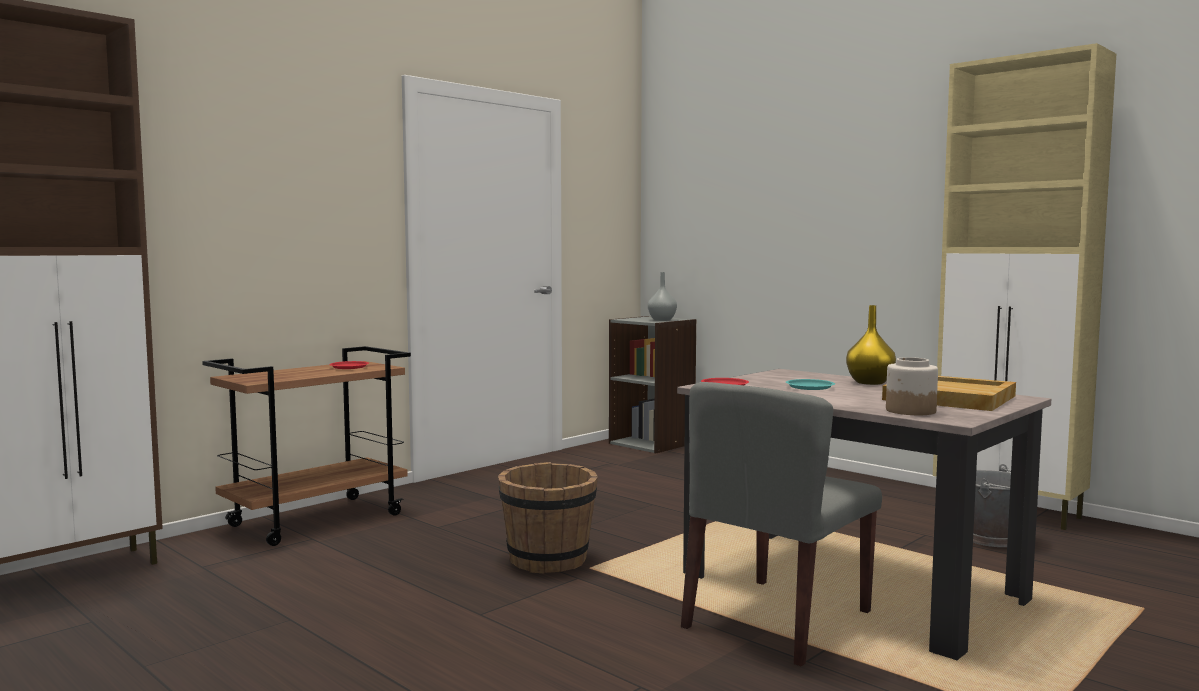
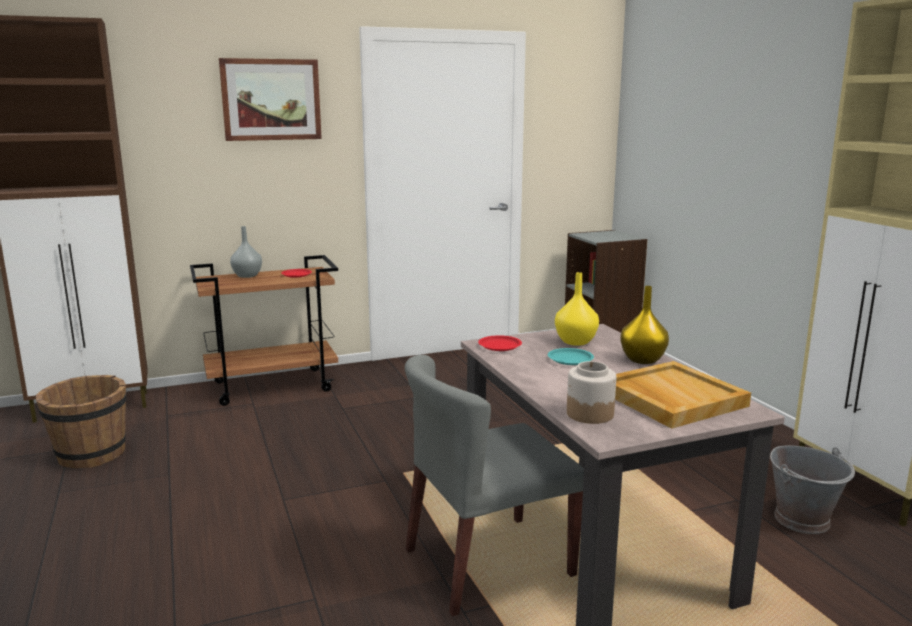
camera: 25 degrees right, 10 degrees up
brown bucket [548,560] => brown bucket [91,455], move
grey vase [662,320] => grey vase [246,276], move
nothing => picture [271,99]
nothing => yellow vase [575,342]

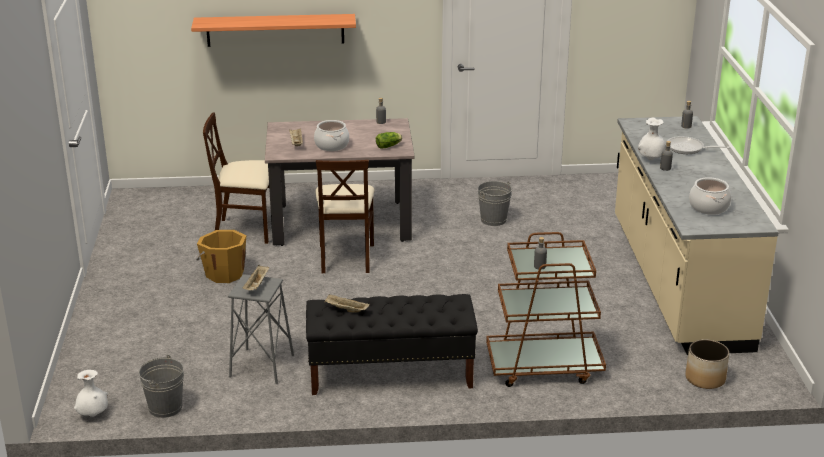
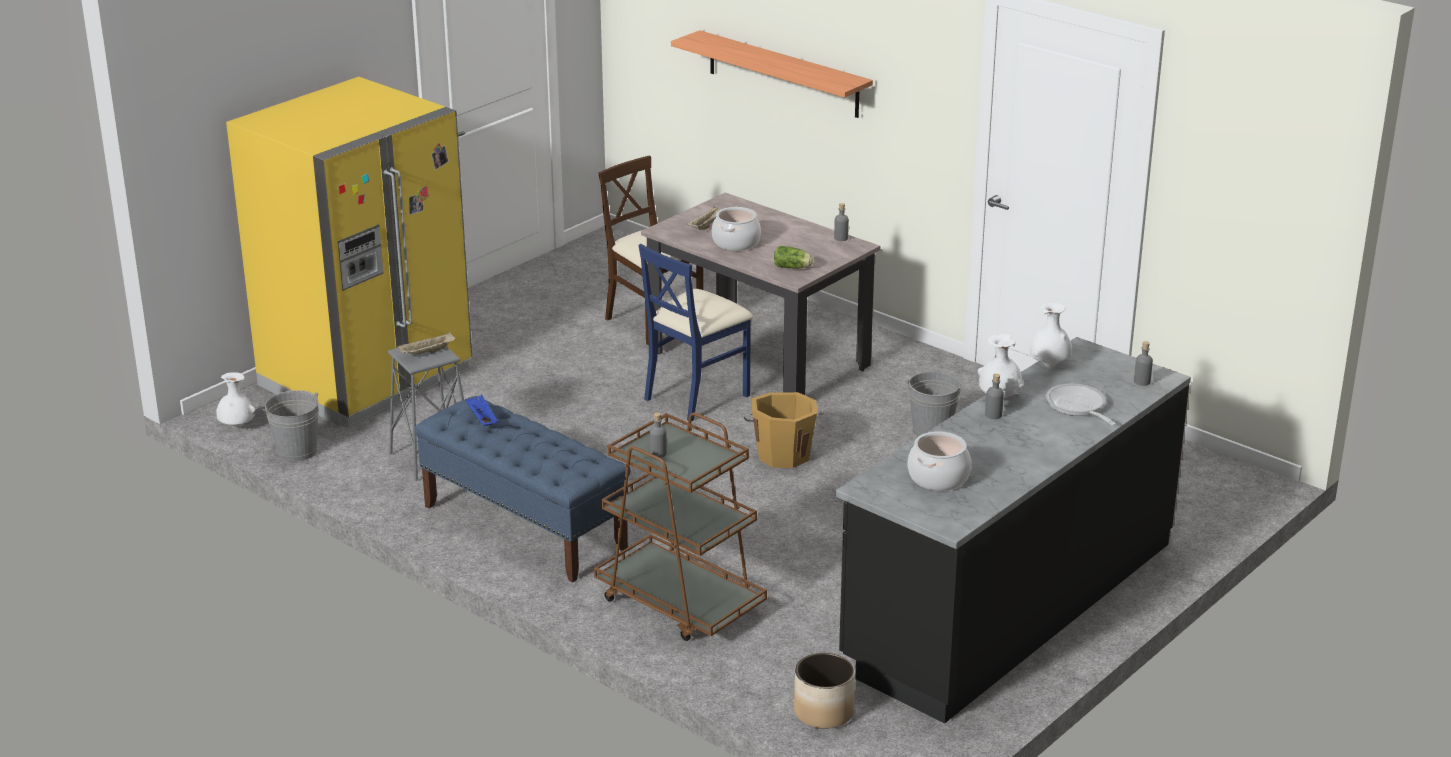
camera: 45 degrees right, 0 degrees up
orange bucket [224,273] => orange bucket [783,454], move
black bench [390,374] => blue bench [524,527]
beige chair [346,258] => blue chair [696,395]
beige tray [346,310] => blue tray [481,419]
beige counter [677,283] => black counter [1008,603]
nothing => yellow fridge [366,379]
nothing => white vase [1049,365]

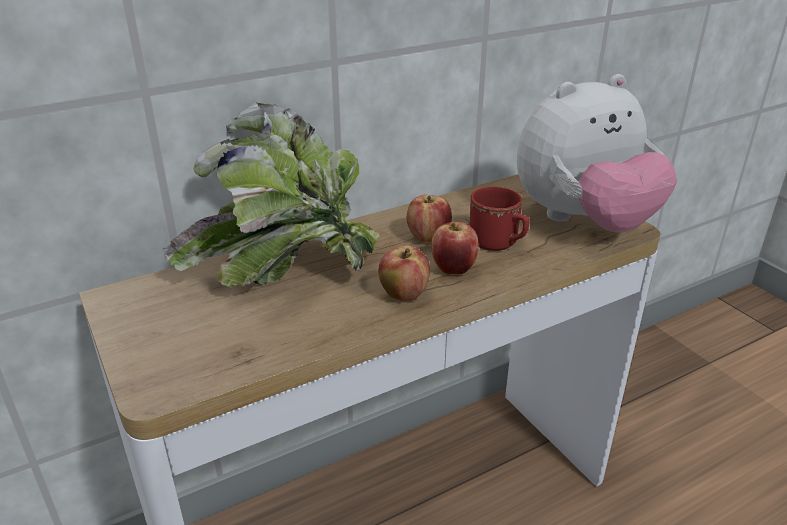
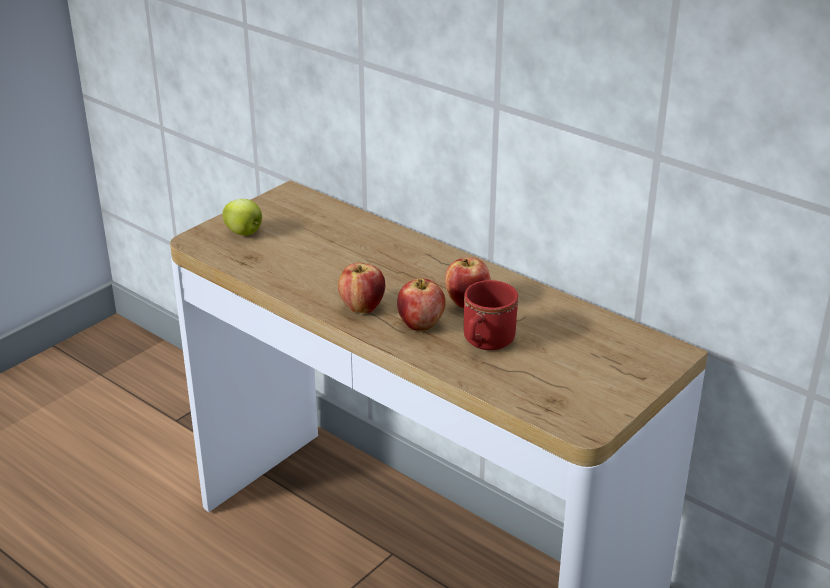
camera: 70 degrees right, 0 degrees up
potted plant [283,270] => nothing
plush toy [583,222] => nothing
nothing => apple [245,233]

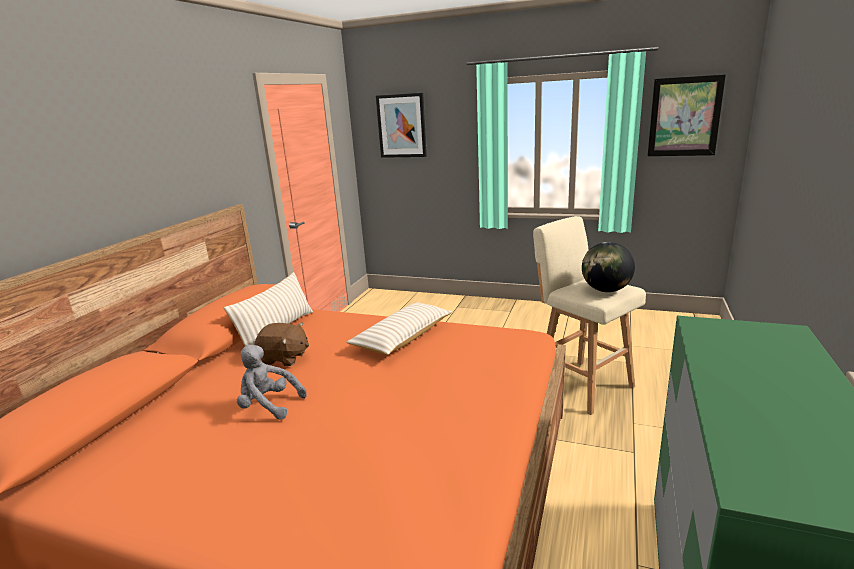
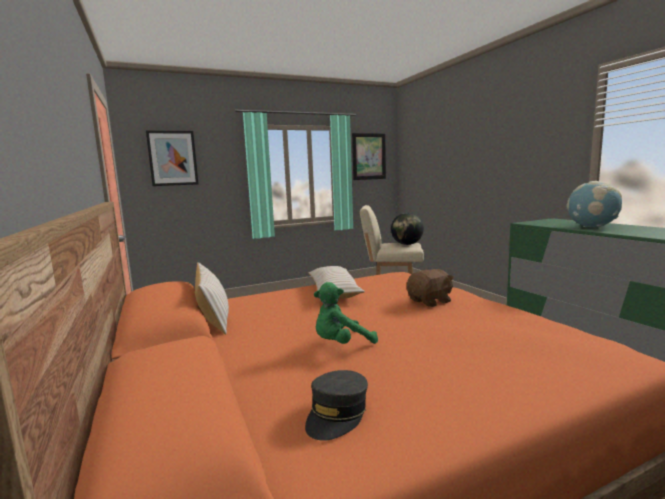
camera: 45 degrees left, 10 degrees down
grey plush toy [269,406] => green plush toy [341,344]
brown plush toy [284,358] => brown plush toy [430,301], move
nothing => grey cap [337,414]
nothing => globe [591,227]

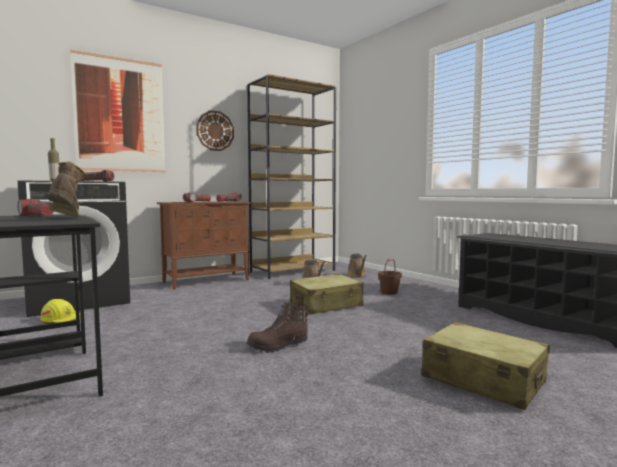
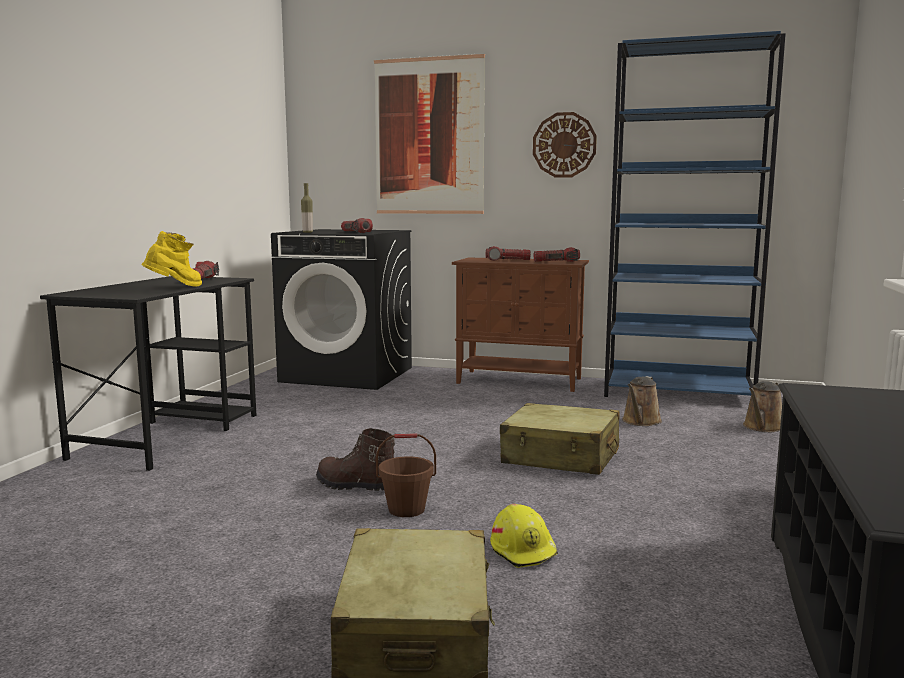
camera: 50 degrees right, 5 degrees up
yellow hard hat [61,320] => yellow hard hat [524,550], move
brown boot [66,218] => yellow boot [175,288]
brown bookcase [293,271] => blue bookcase [678,392]
brown bucket [389,292] => brown bucket [407,509], move

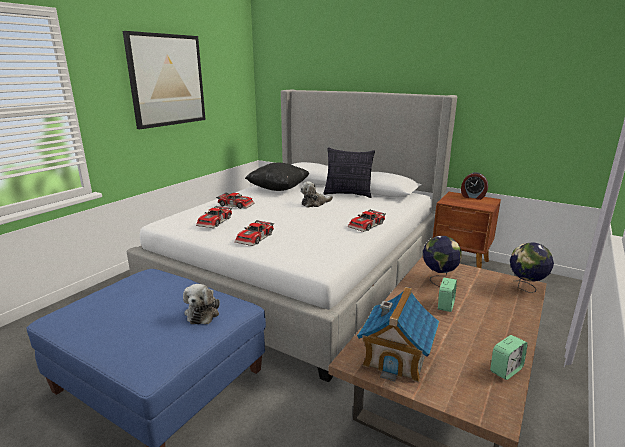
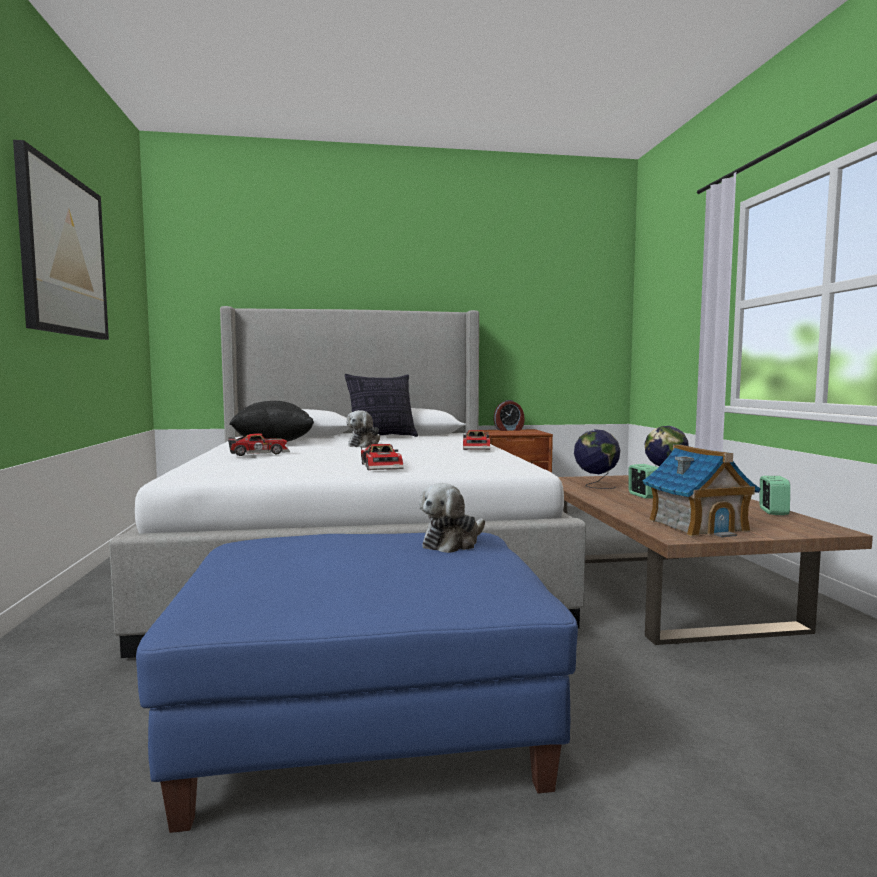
camera: 40 degrees left, 15 degrees down
plush toy [203,312] => plush toy [453,543], 75 degrees clockwise
toy car [216,222] => nothing

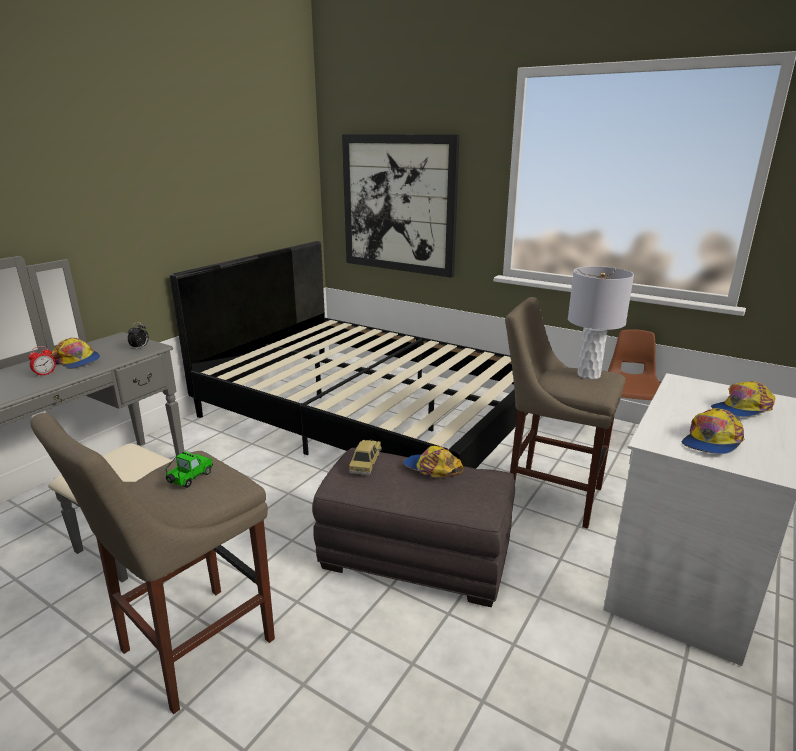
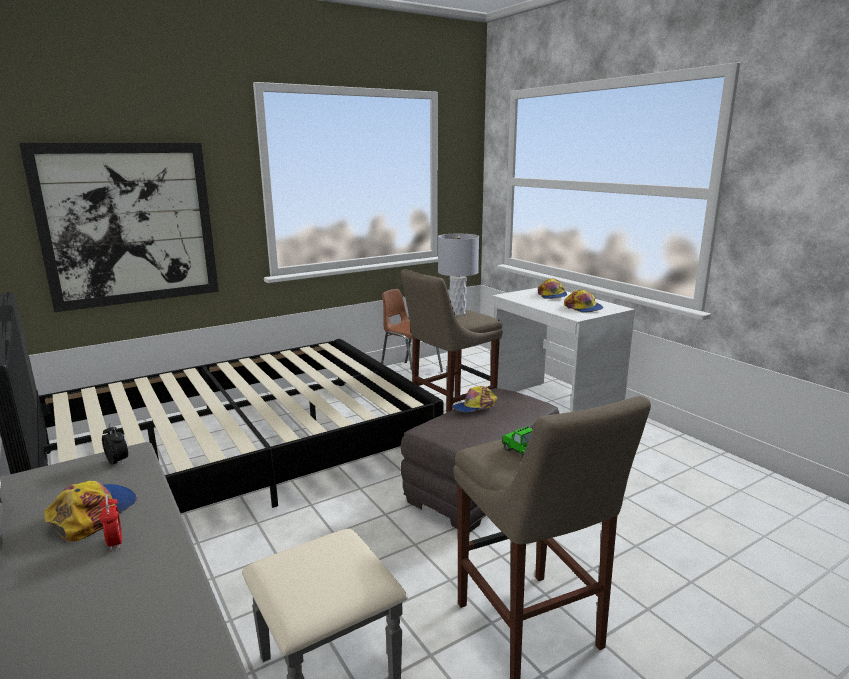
camera: 65 degrees left, 5 degrees down
cap [77,361] => cap [92,514], 45 degrees counterclockwise
toy car [365,463] => nothing

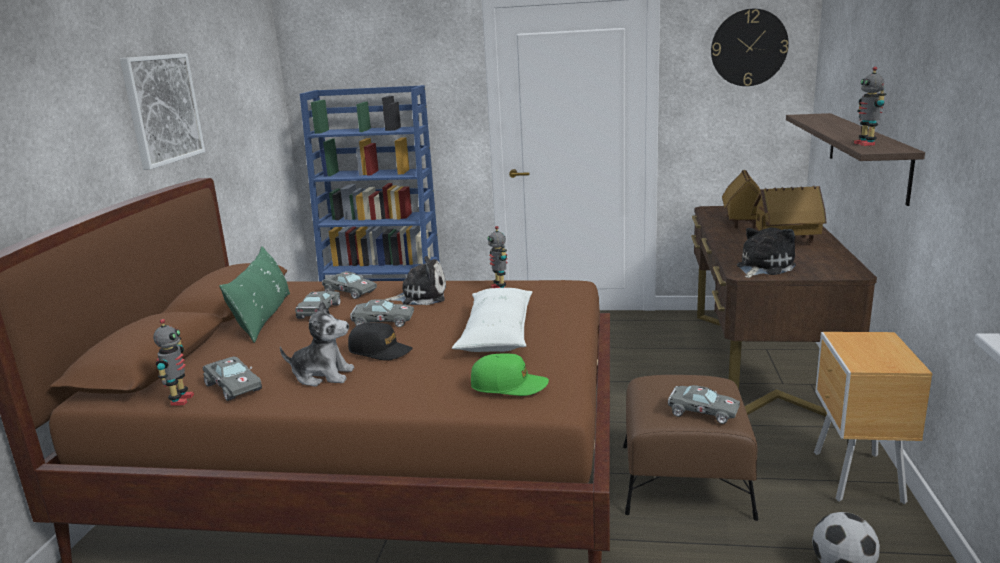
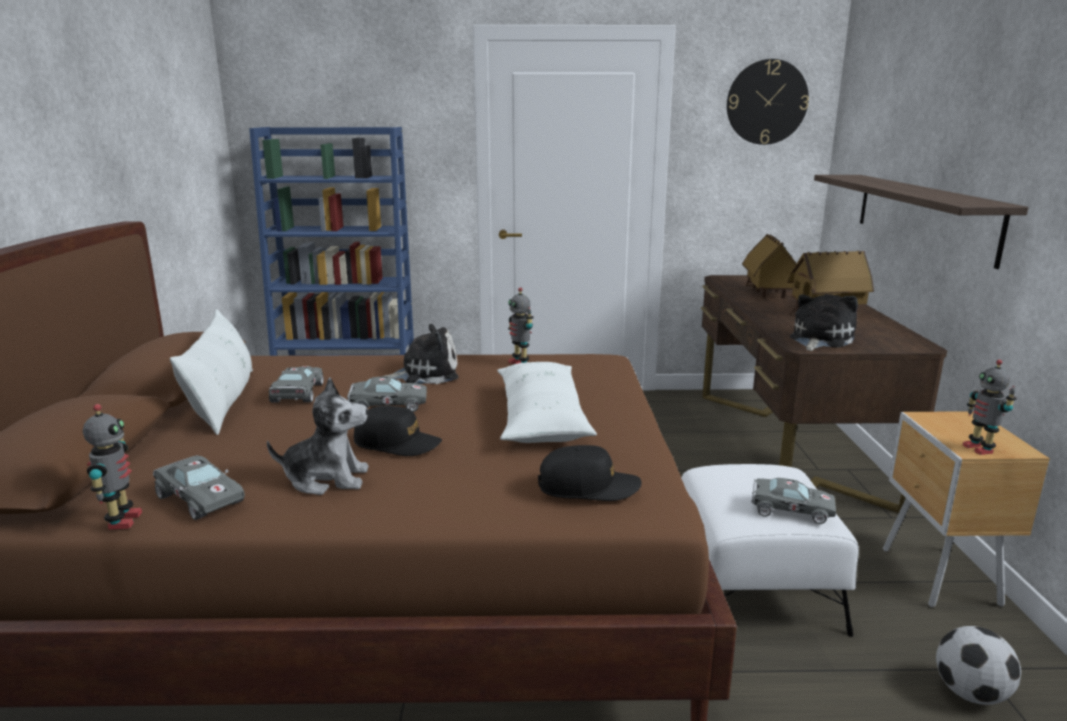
camera: 10 degrees left, 0 degrees up
picture [162,109] => nothing
green pillow [264,317] => white pillow [224,401]
grey toy car [349,292] => nothing
green cap [508,385] => black cap [588,487]
brown ottoman [685,479] => white ottoman [753,588]
toy robot [866,144] => toy robot [979,449], move

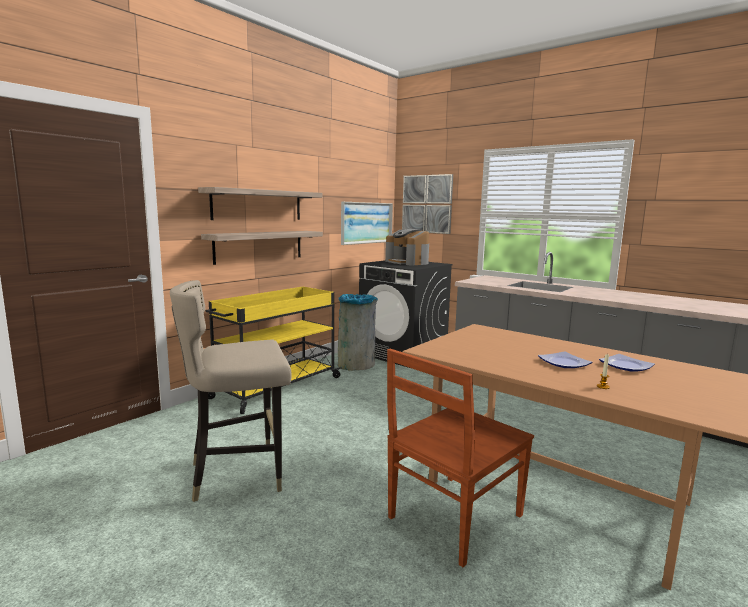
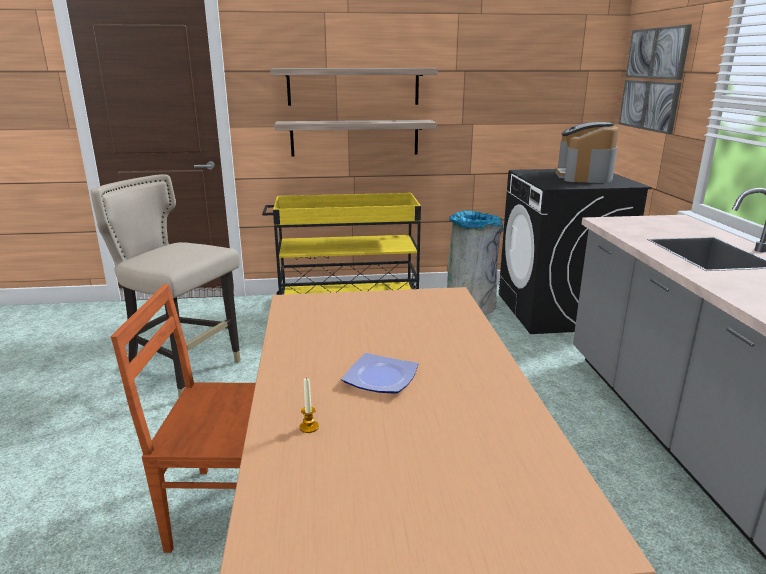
camera: 45 degrees right, 10 degrees up
picture [366,223] => nothing
plate [627,366] => nothing

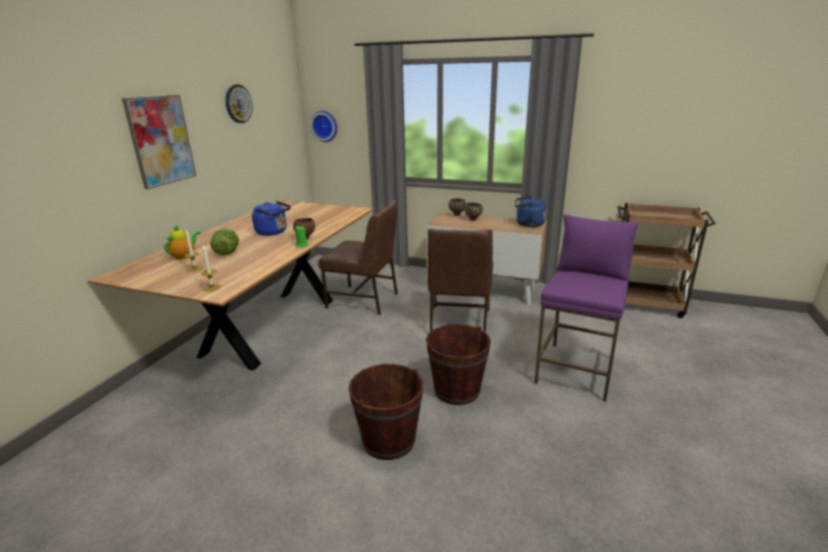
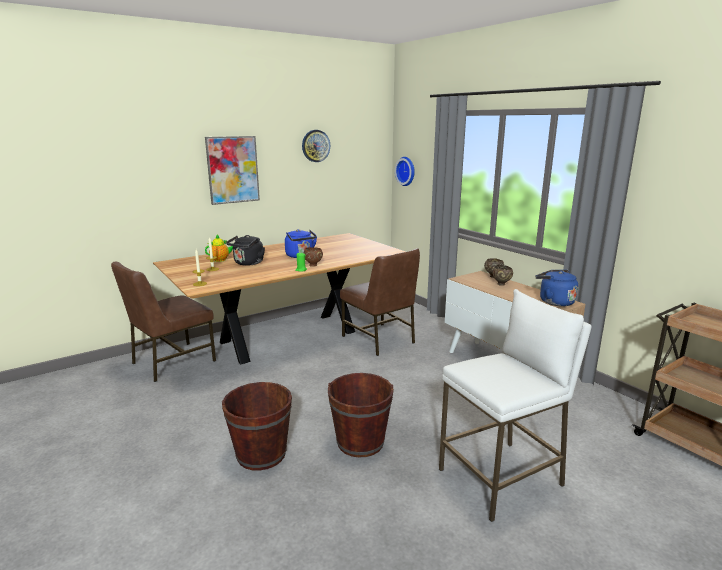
camera: 35 degrees right, 5 degrees down
lettuce [227,252] => black kettle [247,263]
brown chair [459,323] => brown chair [172,362], move
purple stool [576,370] => white stool [501,478]

